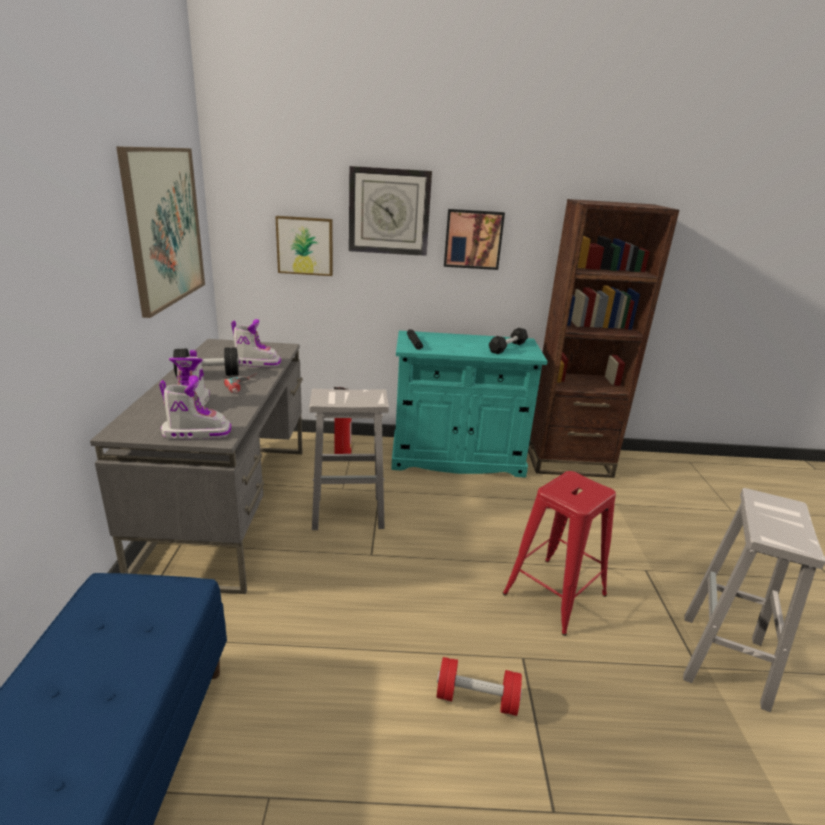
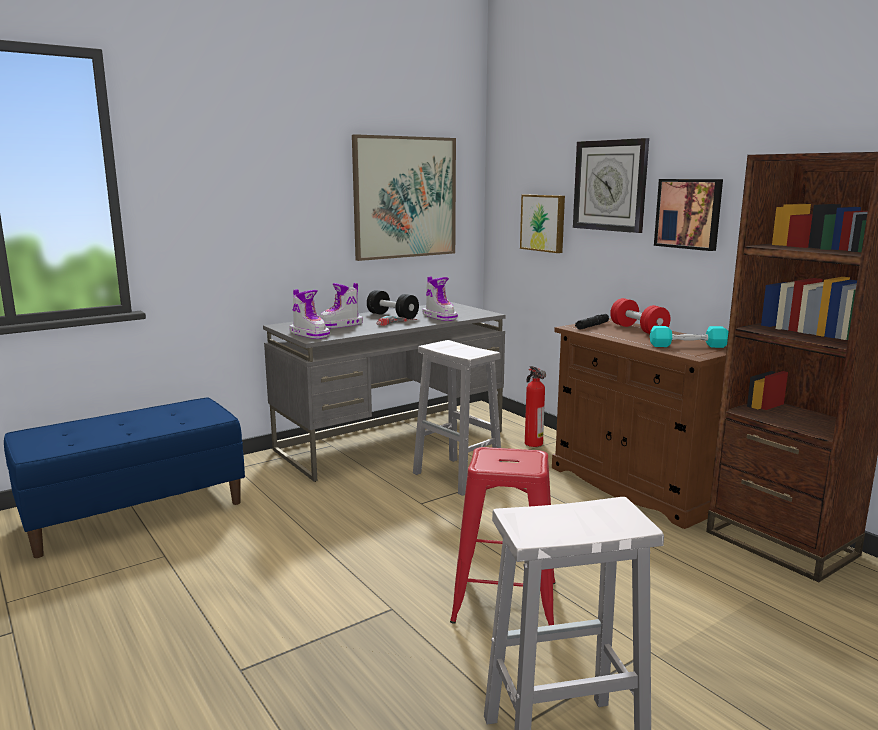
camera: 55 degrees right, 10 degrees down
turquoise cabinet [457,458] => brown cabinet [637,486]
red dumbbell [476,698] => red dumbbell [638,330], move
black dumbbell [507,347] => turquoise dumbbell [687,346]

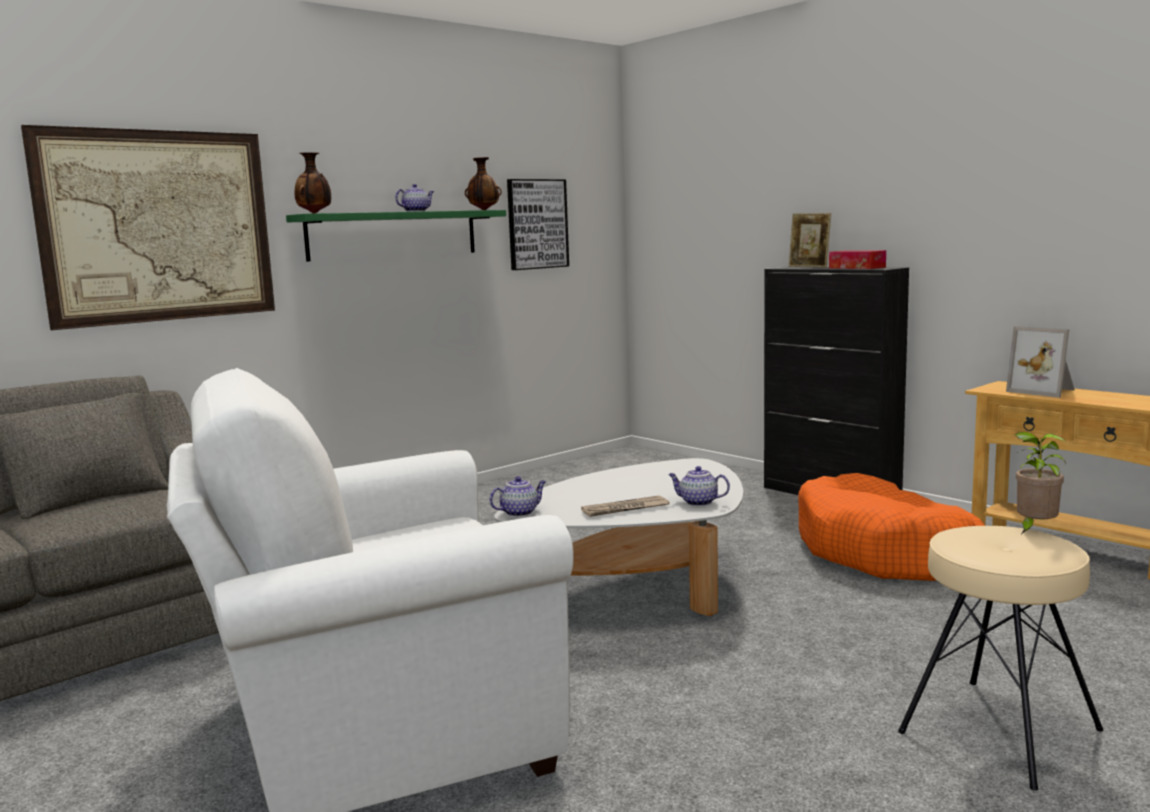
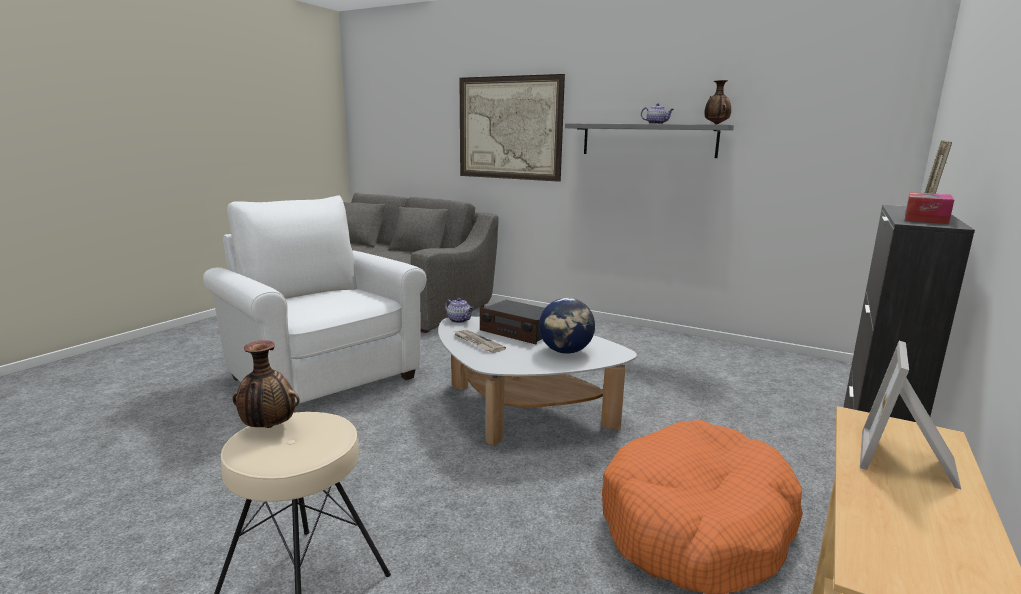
camera: 70 degrees right, 5 degrees up
green shelf [394,234] => grey shelf [648,140]
vase [315,213] => vase [268,427], move
picture [537,224] => nothing
teapot [697,502] => nothing
potted plant [1034,529] => nothing
nothing => radio [518,331]
nothing => globe [565,351]

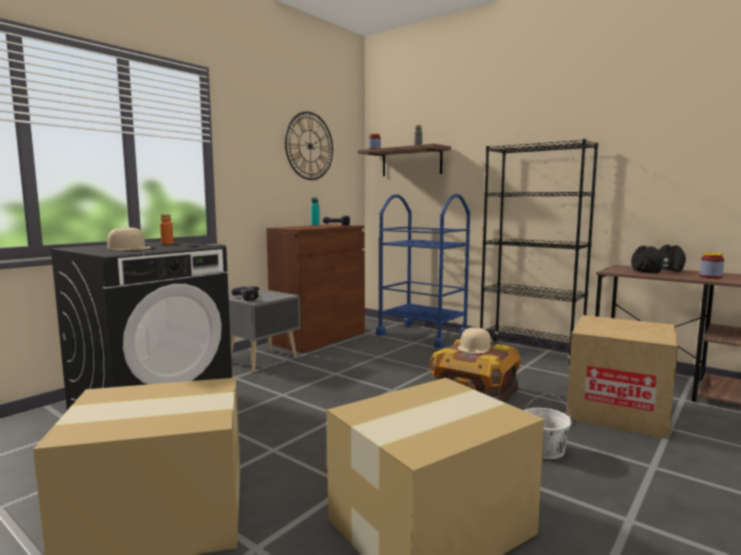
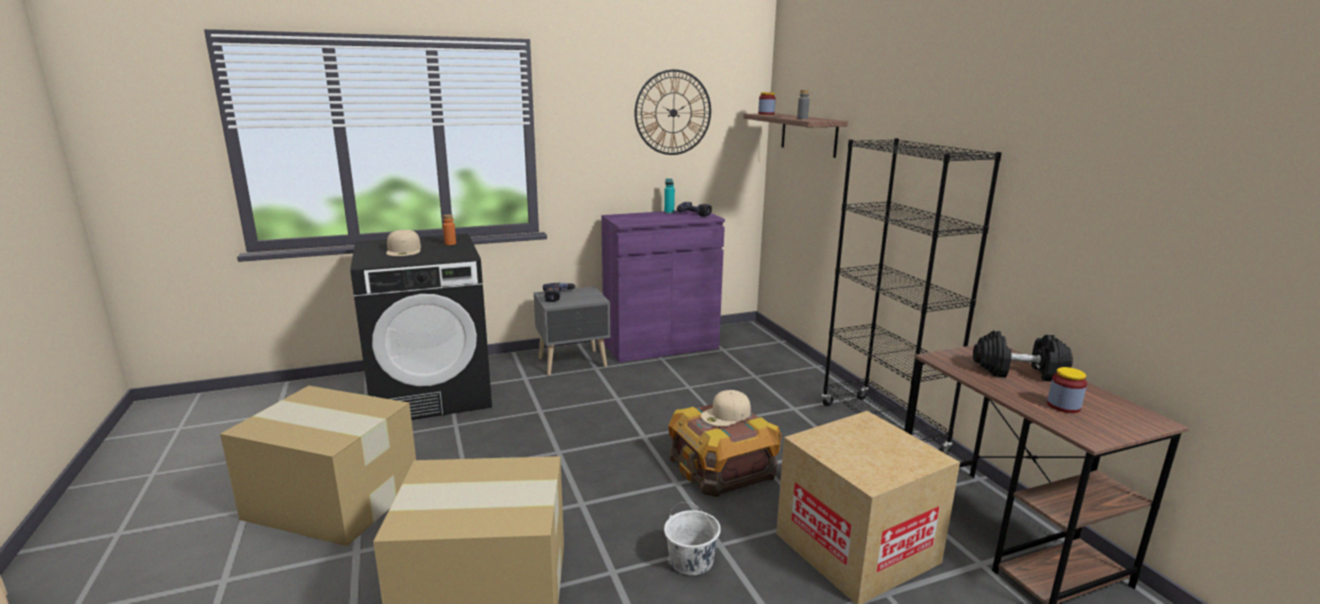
camera: 30 degrees right, 10 degrees up
brown cabinet [319,338] => purple cabinet [660,345]
blue cart [422,335] => nothing

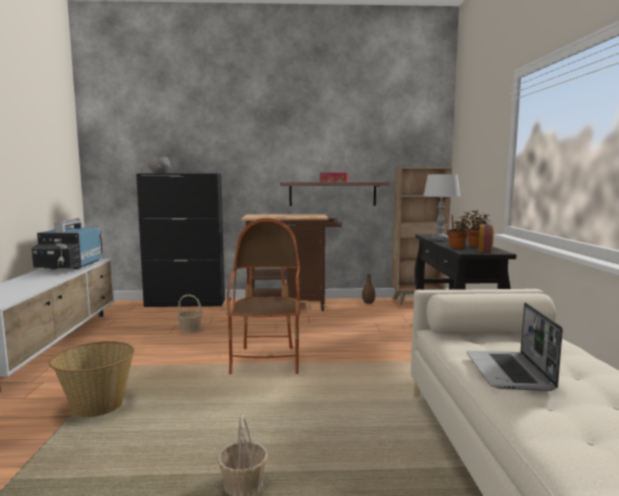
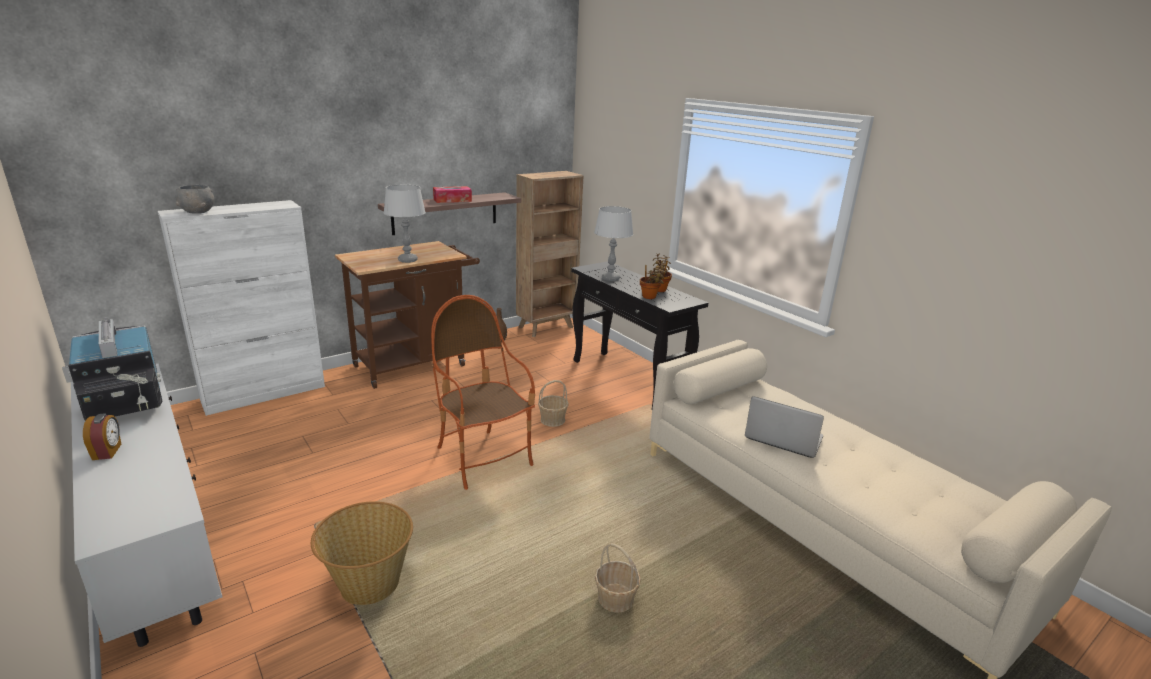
camera: 35 degrees left, 15 degrees up
black cabinet [185,303] => white cabinet [265,393]
basket [190,329] => basket [553,420], move
laptop [510,372] => laptop [782,438], 150 degrees clockwise
alarm clock [485,251] => alarm clock [108,452], move
nothing => grey table lamp [408,260]

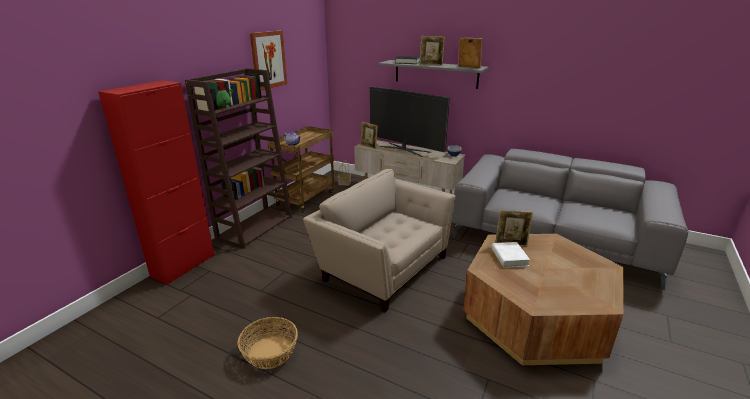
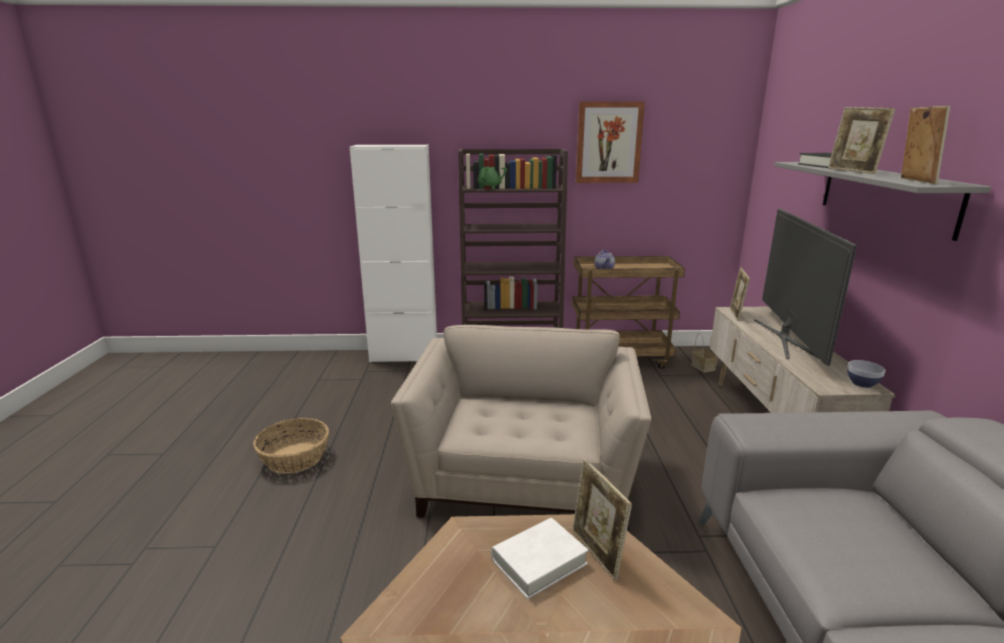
camera: 60 degrees right, 5 degrees down
red cabinet [183,266] => white cabinet [404,356]

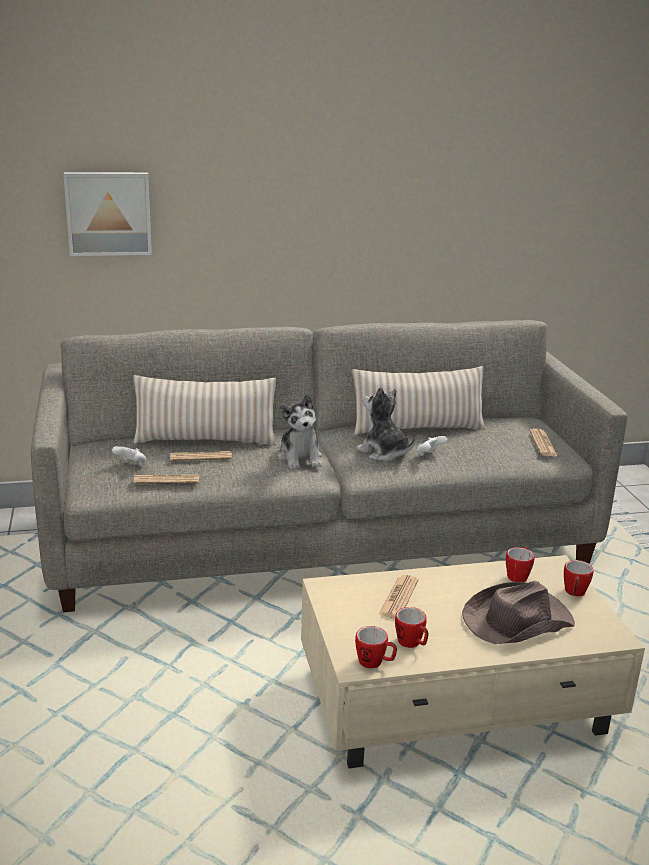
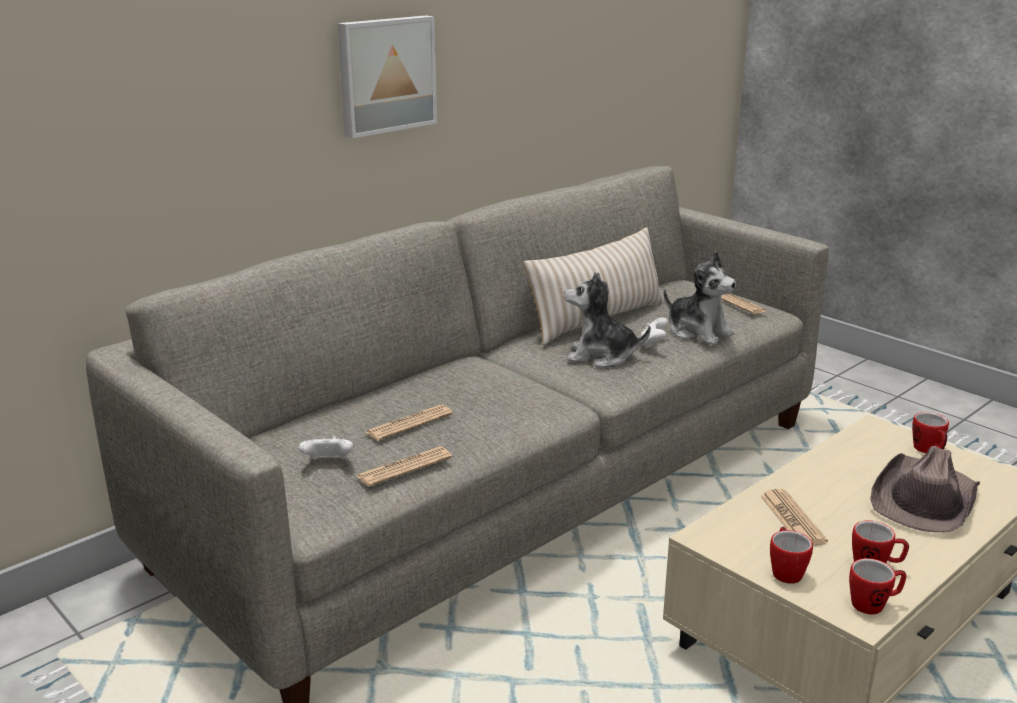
camera: 30 degrees left, 0 degrees up
picture [108,213] => picture [385,75], move
beige pillow [205,440] => nothing
plush toy [300,458] => plush toy [698,332], move
mug [518,575] => mug [785,571], move

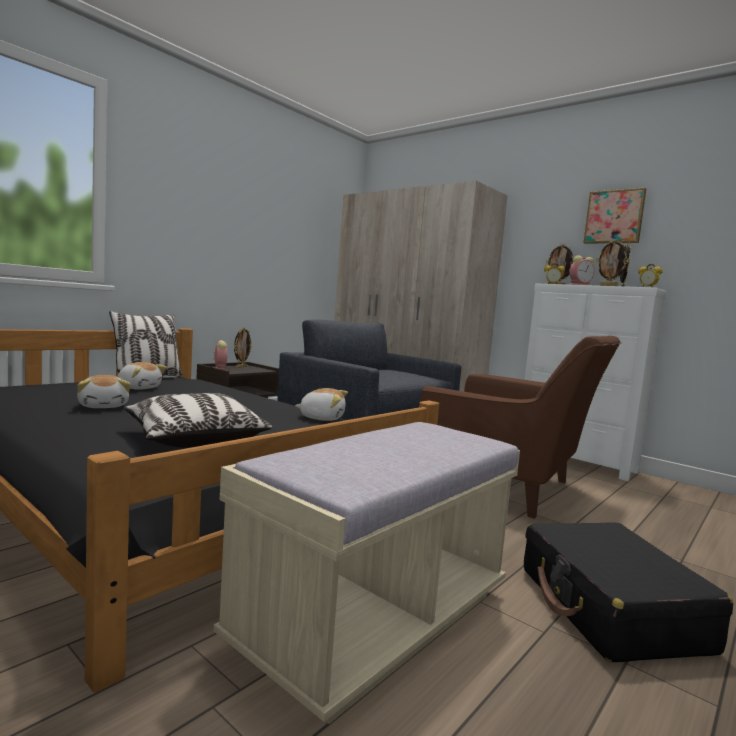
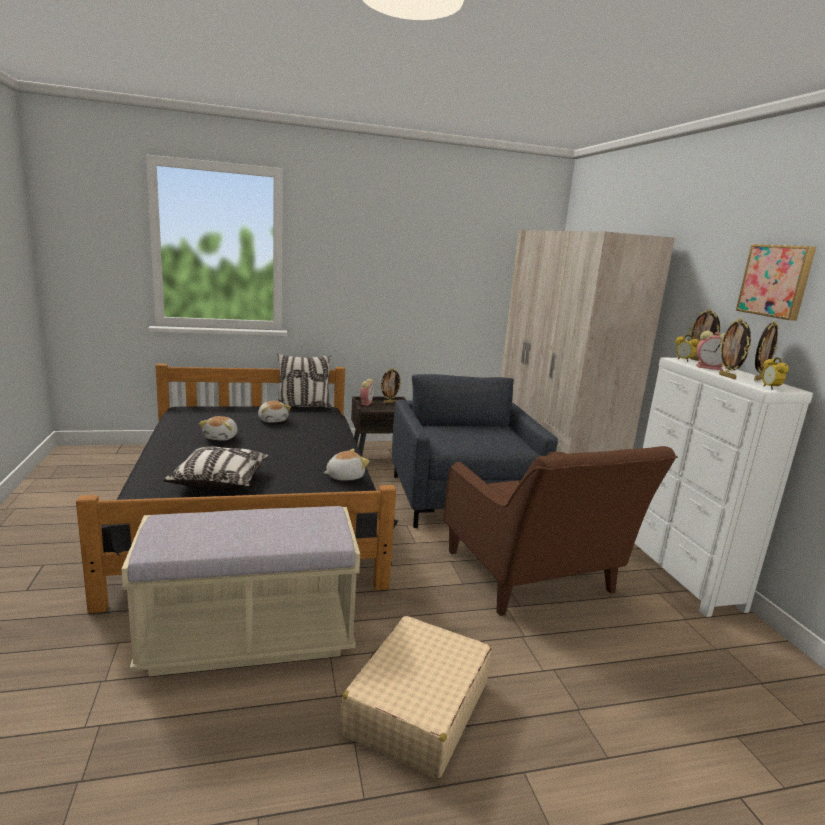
camera: 35 degrees right, 10 degrees up
plush toy [322,418] => plush toy [344,476], 75 degrees counterclockwise
black suitcase [610,609] => beige suitcase [417,708]

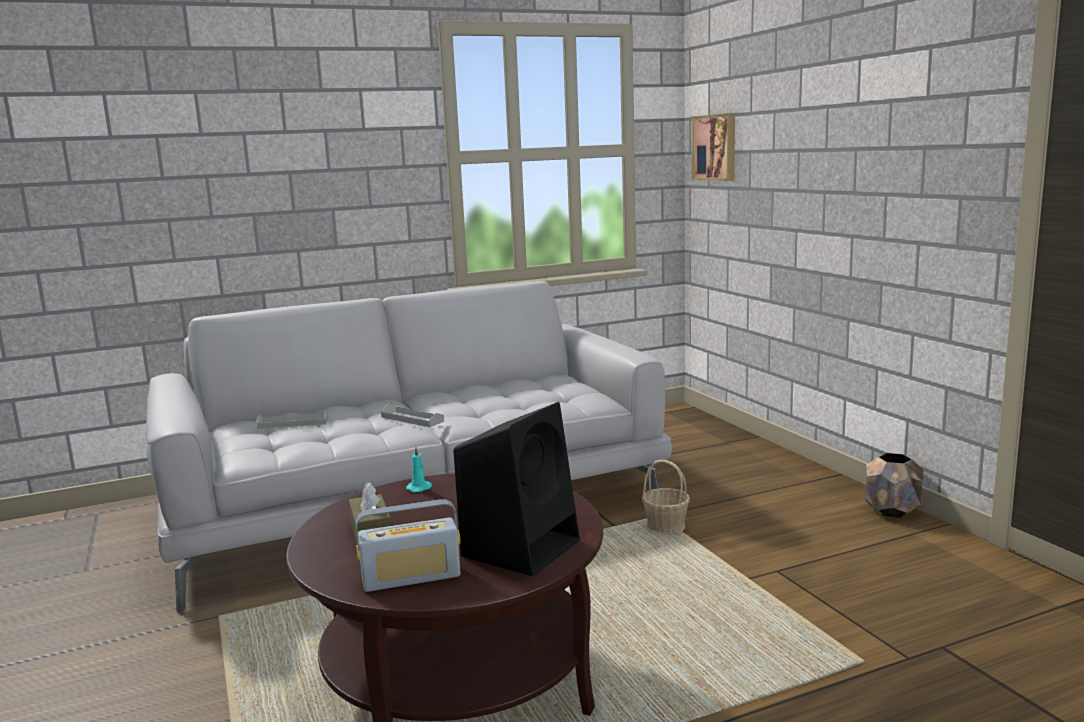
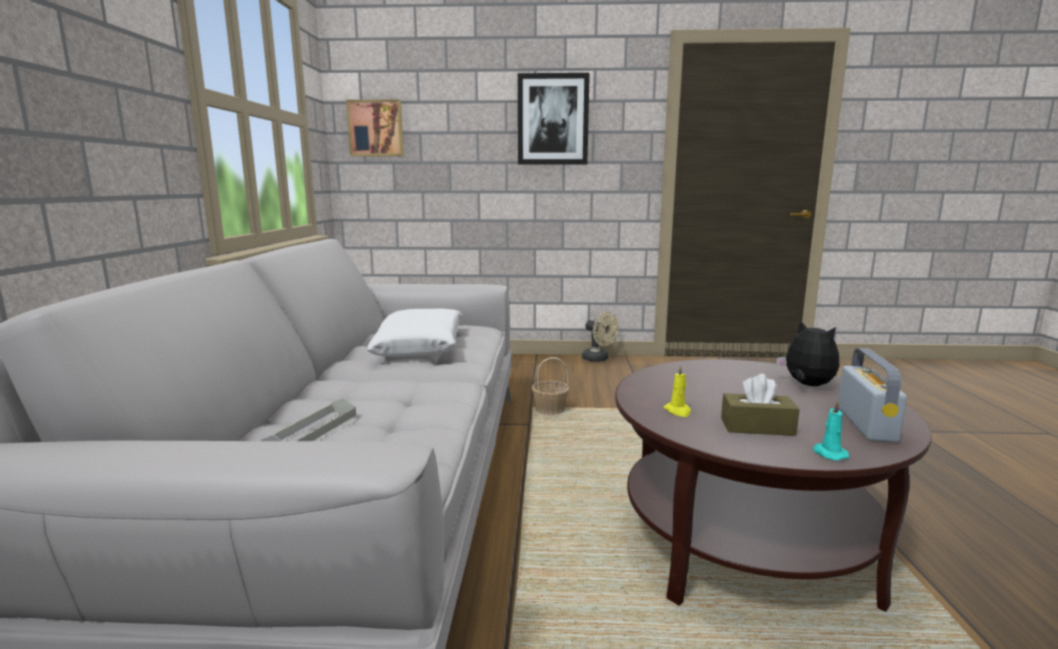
camera: 65 degrees left, 0 degrees up
grey tray [412,419] => nothing
turquoise candle [420,488] => turquoise candle [828,453], move
black speaker [522,547] => plush toy [806,385]
brown planter [892,511] => beige fan [598,359]
nothing => white pillow [420,345]
nothing => picture [553,120]
nothing => yellow candle [678,411]

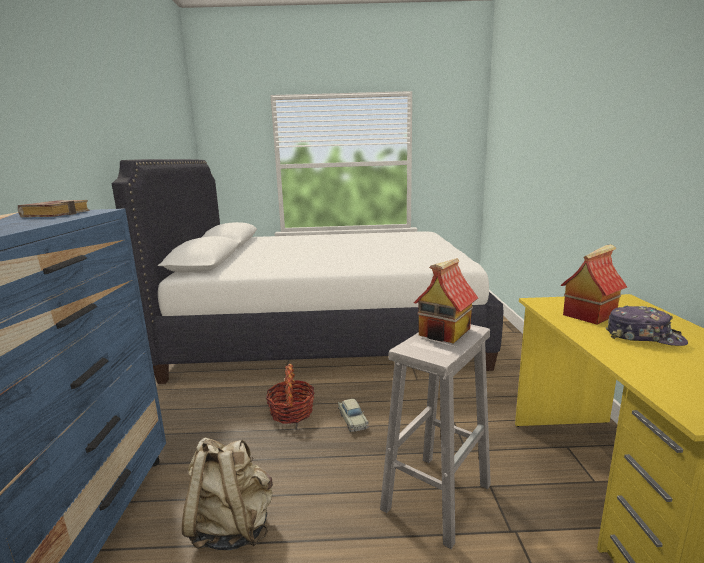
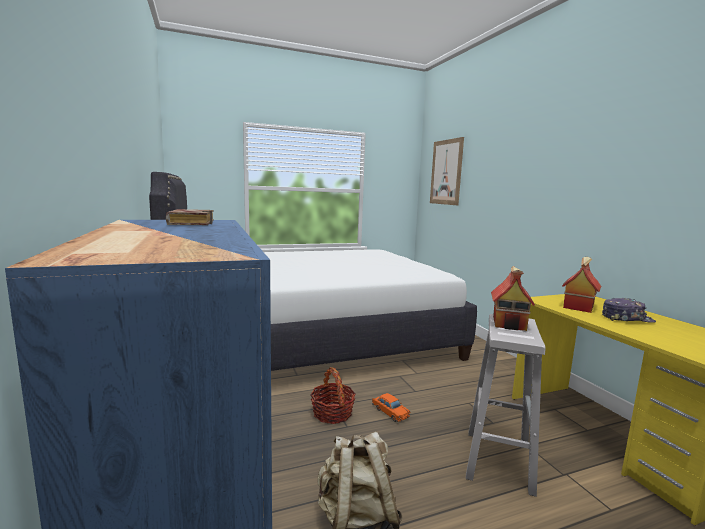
camera: 20 degrees left, 5 degrees down
beige toy car [352,420] => orange toy car [390,412]
nothing => picture [446,172]

